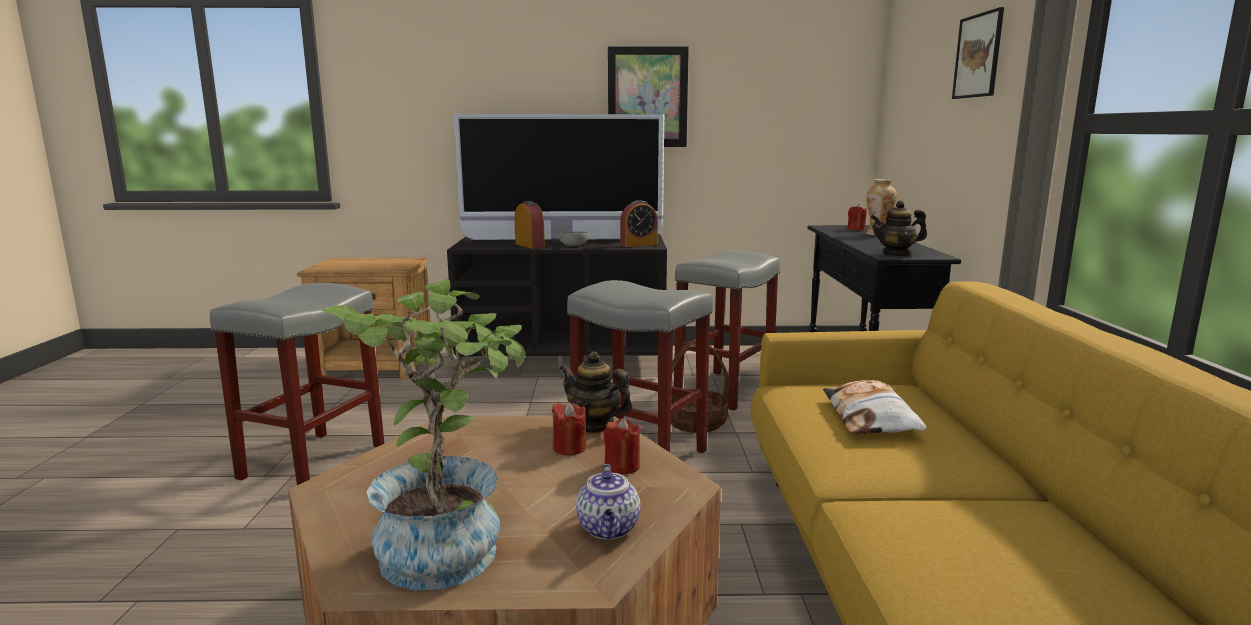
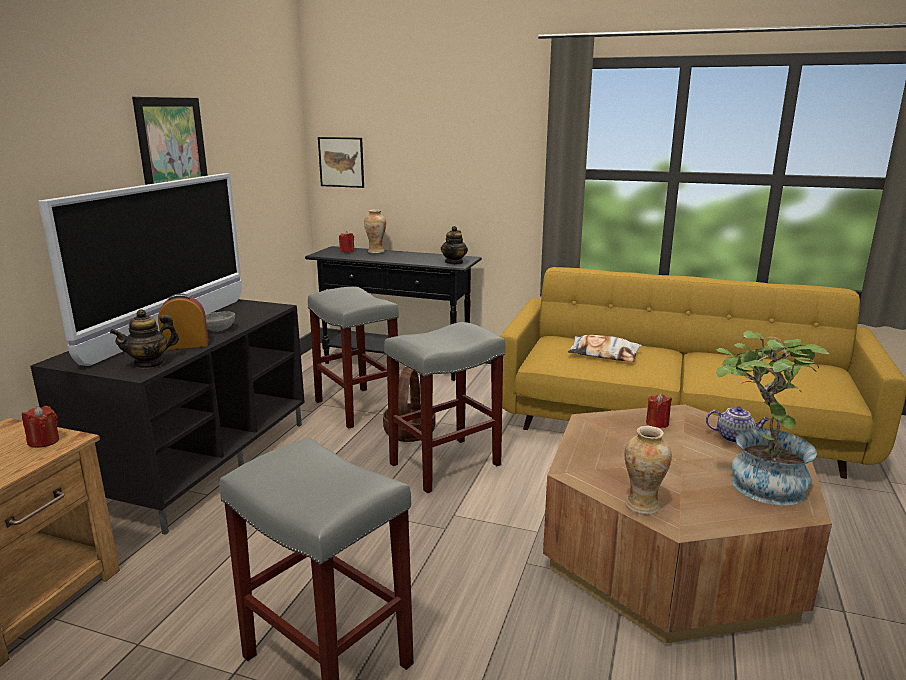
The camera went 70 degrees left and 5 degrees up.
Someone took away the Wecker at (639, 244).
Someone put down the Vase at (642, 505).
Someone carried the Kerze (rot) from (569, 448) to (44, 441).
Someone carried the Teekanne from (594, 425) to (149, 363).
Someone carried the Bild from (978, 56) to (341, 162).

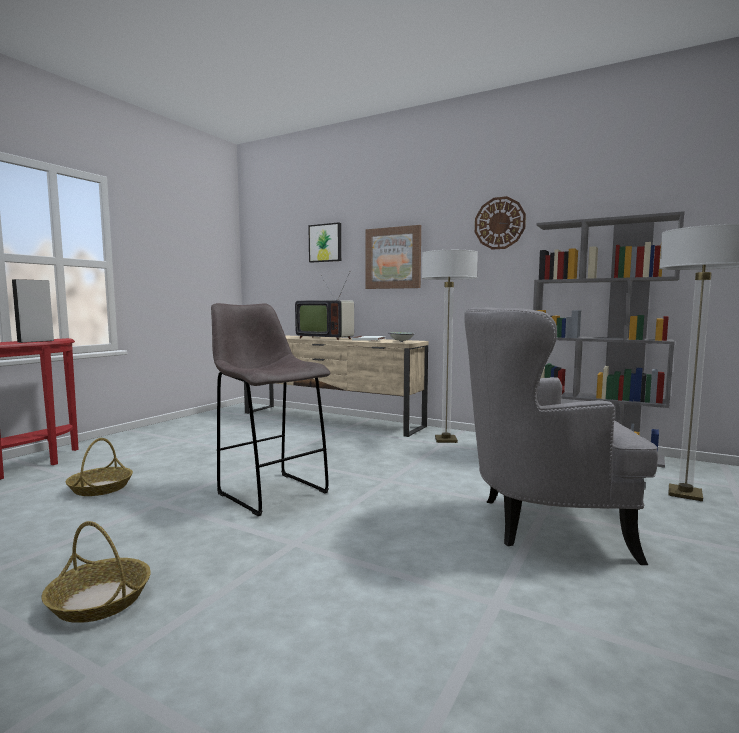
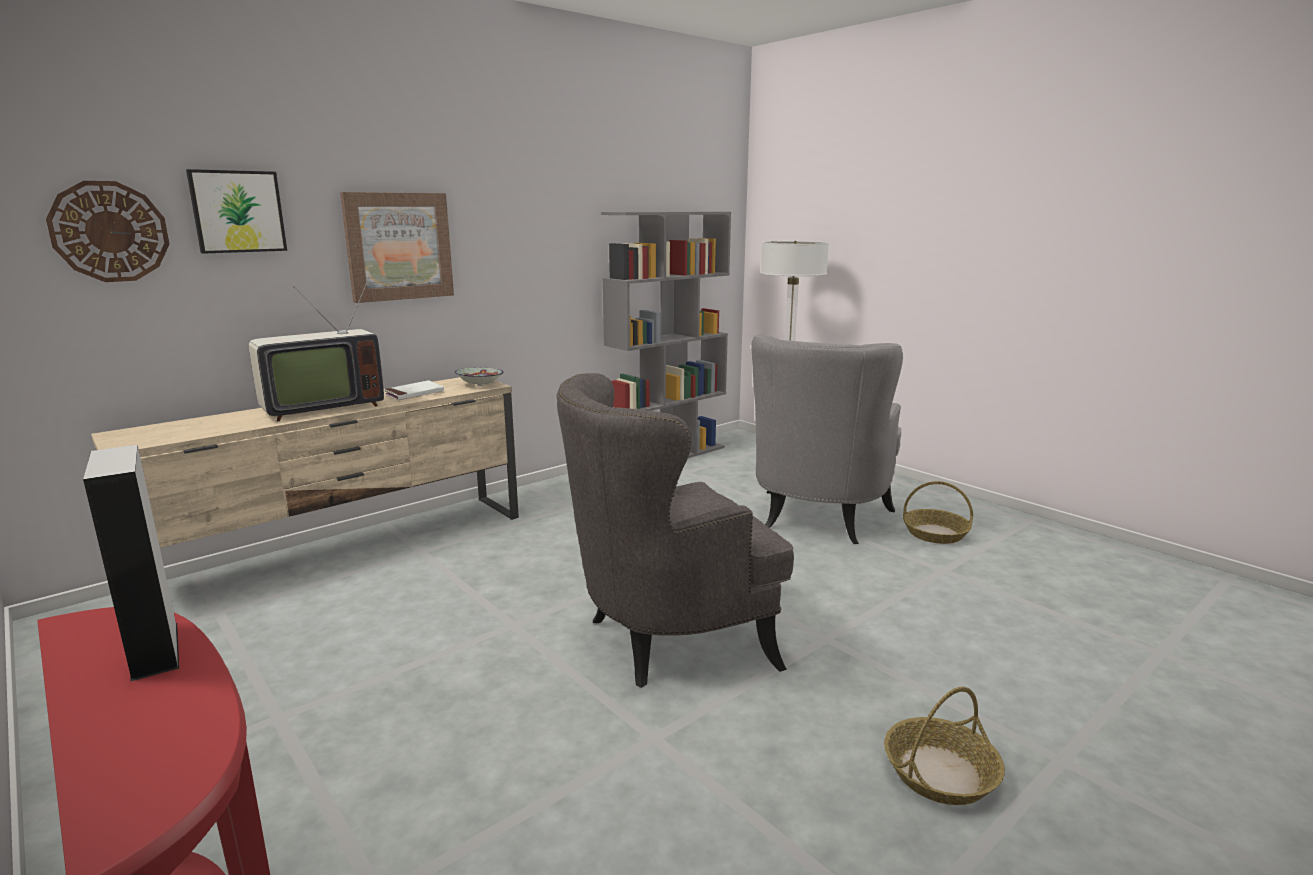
The camera went 70 degrees left and 10 degrees up.
Someone took away the Stehlampe at (446, 440).
Someone carried the Korb from (100, 488) to (934, 533).
Someone carried the Wanduhr from (499, 223) to (110, 232).
Someone swapped the Hocker (grau) at (271, 492) for the Sessel (grau) at (665, 639).

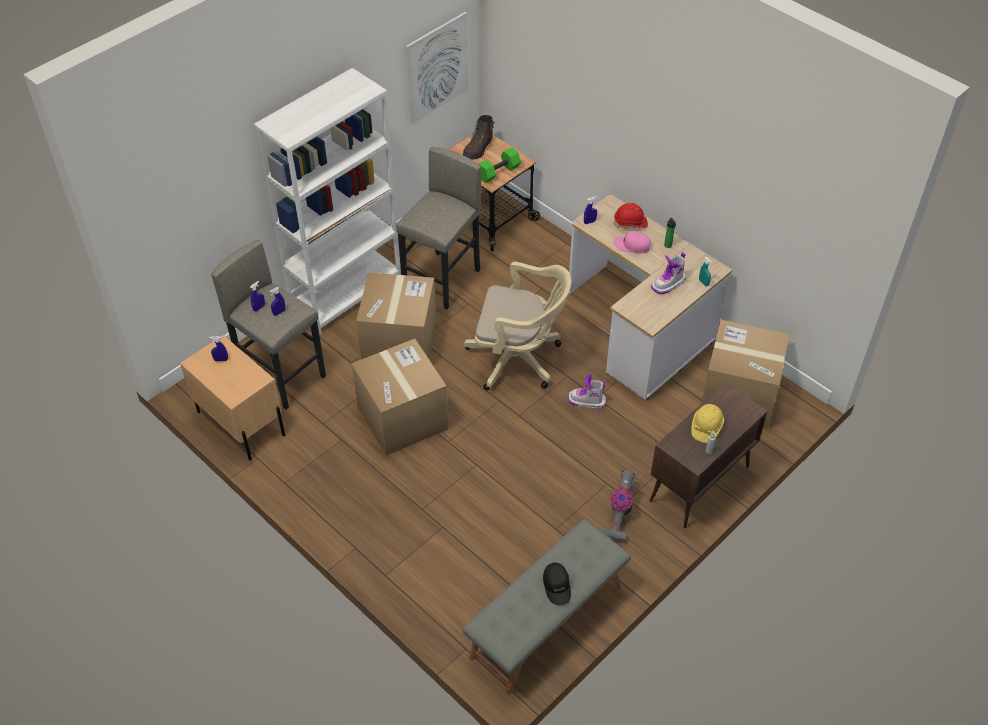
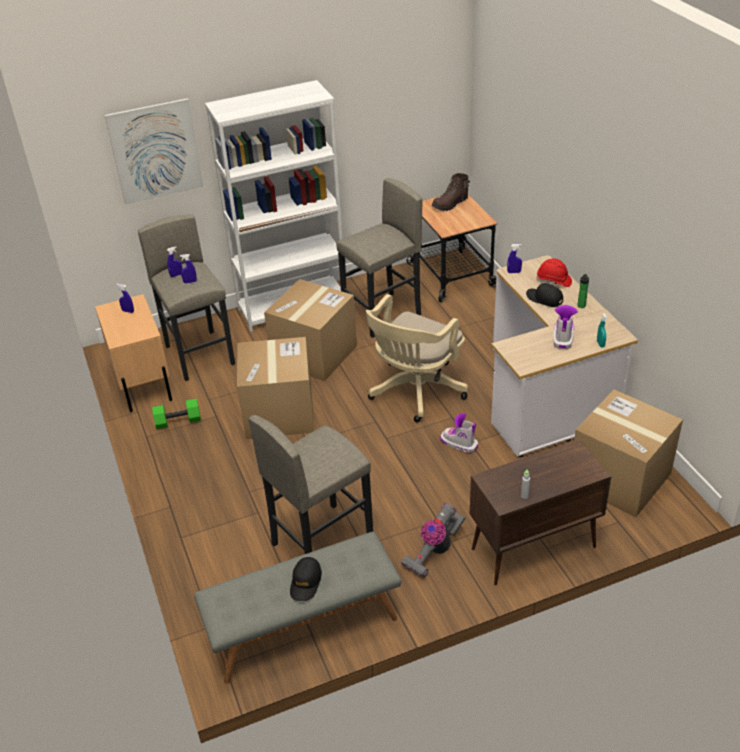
The camera went 25 degrees right and 10 degrees down.
Someone took away the Schutzhelm (gelb) at (706, 427).
Someone put down the Hocker (grau) at (321, 541).
Someone carried the Bild from (437, 68) to (155, 151).
Someone carried the Hantel (grün) from (498, 171) to (178, 420).
Someone repainted the Kappe (rosa) at (632, 245), which became the Kappe (schwarz) at (544, 299).
Someone rotated the Bürostuhl (beige) at (519, 359) by 90 degrees clockwise.
Someone rotated the Stiefel at (668, 284) by 120 degrees clockwise.

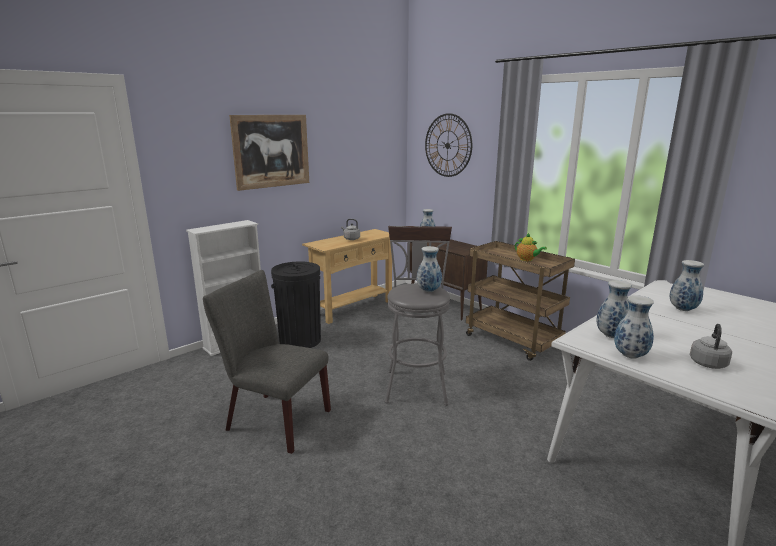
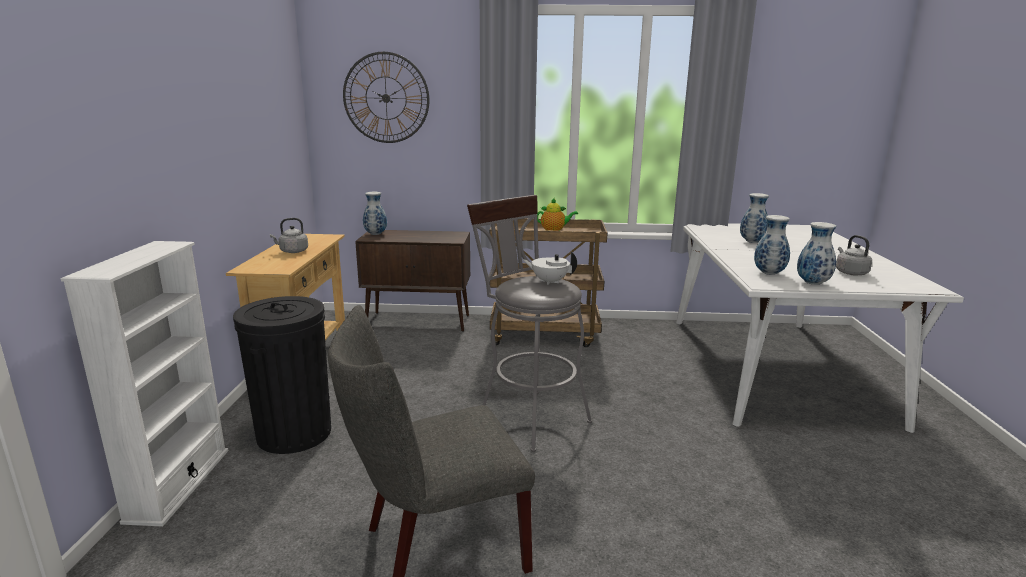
The camera went 45 degrees left and 0 degrees up.
Someone took away the Bild at (271, 151).
Someone swapped the Vase at (428, 290) for the Teekanne (weiß) at (549, 281).

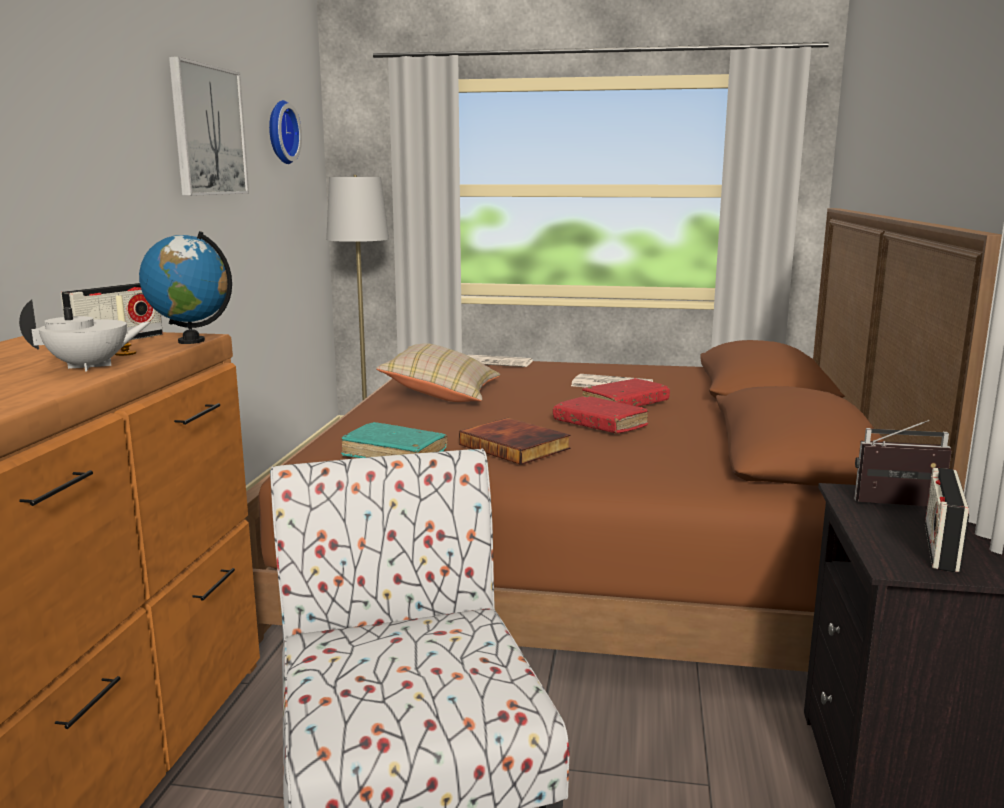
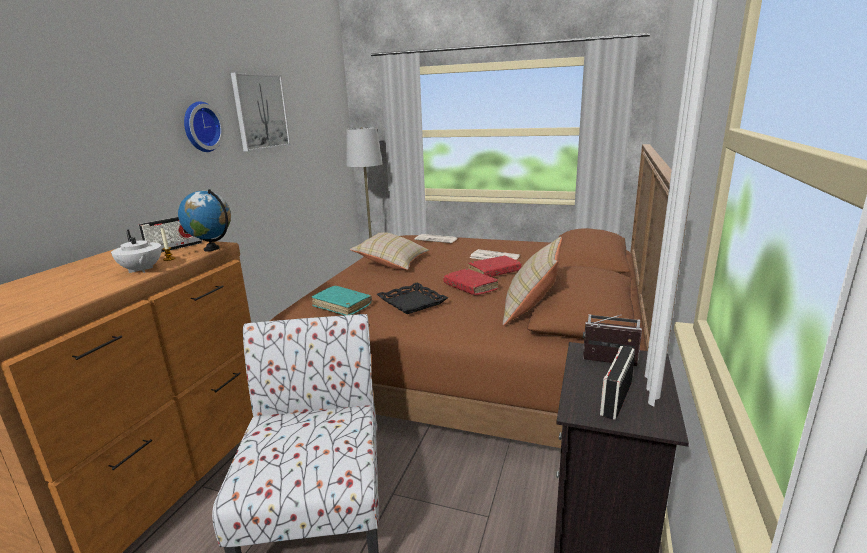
The camera went 10 degrees right and 5 degrees up.
Someone put down the Kissen (beige) at (531, 310).
Someone carried the Wanduhr from (280, 132) to (200, 127).
Someone swapped the Buch at (516, 446) for the Tablett (schwarz) at (412, 302).
Someone rotated the Teekanne (weiß) at (90, 367) by 60 degrees clockwise.

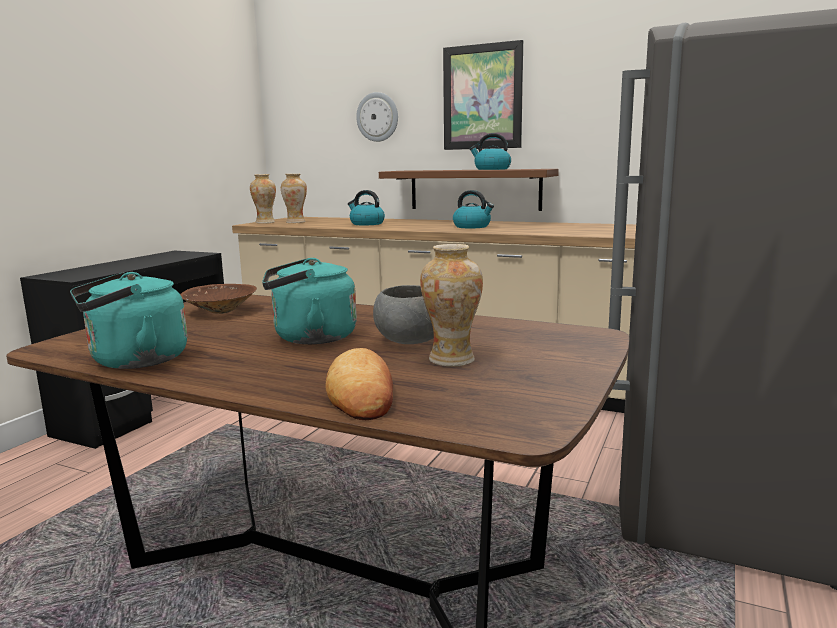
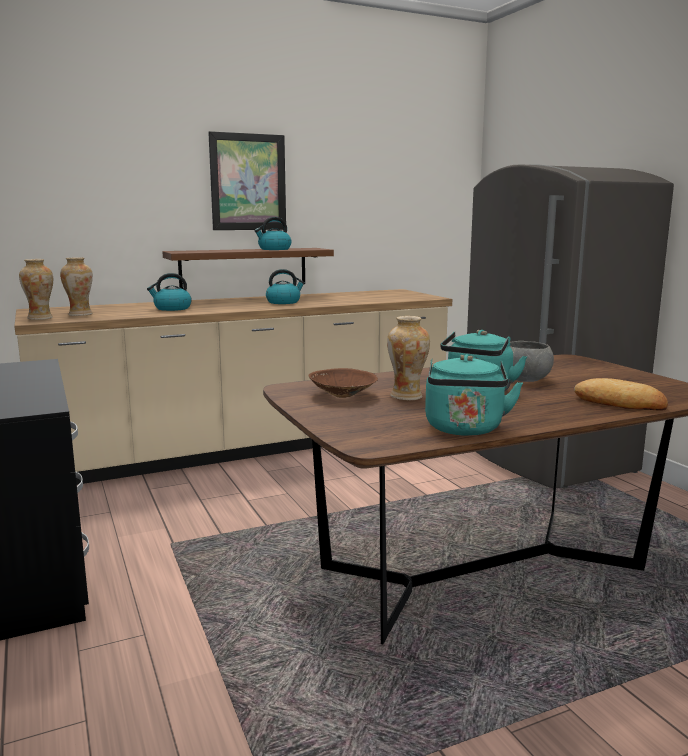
The camera went 50 degrees left and 0 degrees up.
Someone took away the Wanduhr at (377, 117).
Someone carried the Vase from (452, 360) to (406, 396).

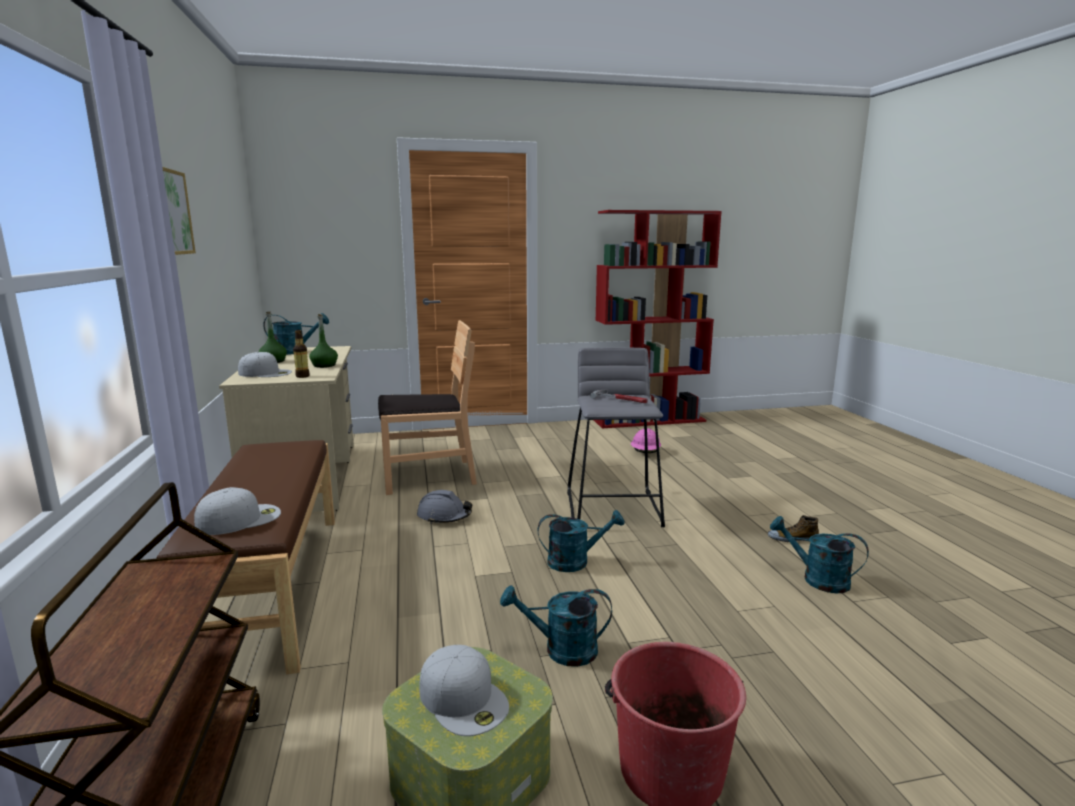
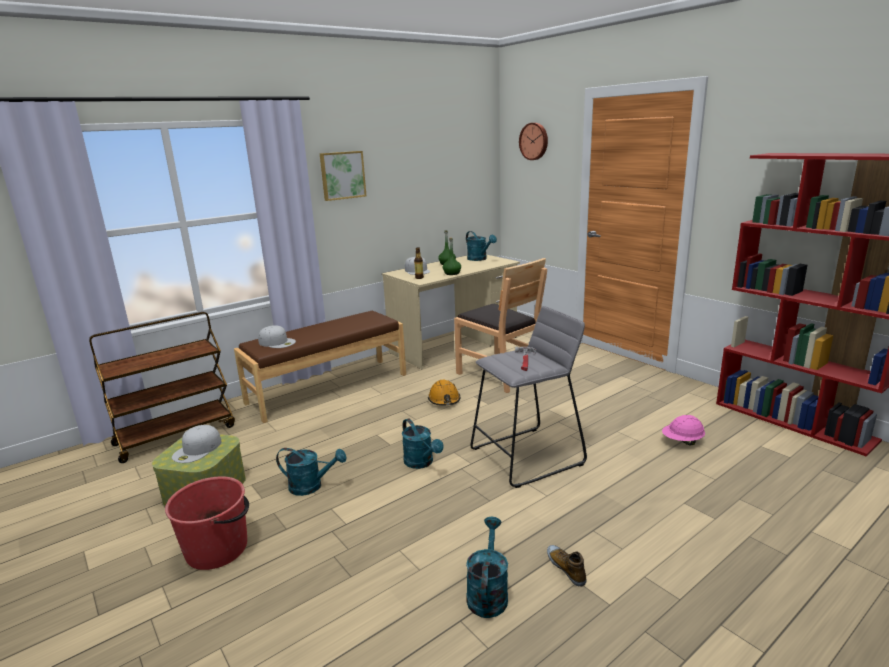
The camera went 65 degrees right and 5 degrees up.
Someone put up the Wanduhr at (534, 141).
Someone repainted the Schutzhelm (grau) at (444, 516), which became the Schutzhelm (orange) at (444, 400).
Someone rotated the Gießkanne (türkis) at (561, 650) by 120 degrees clockwise.

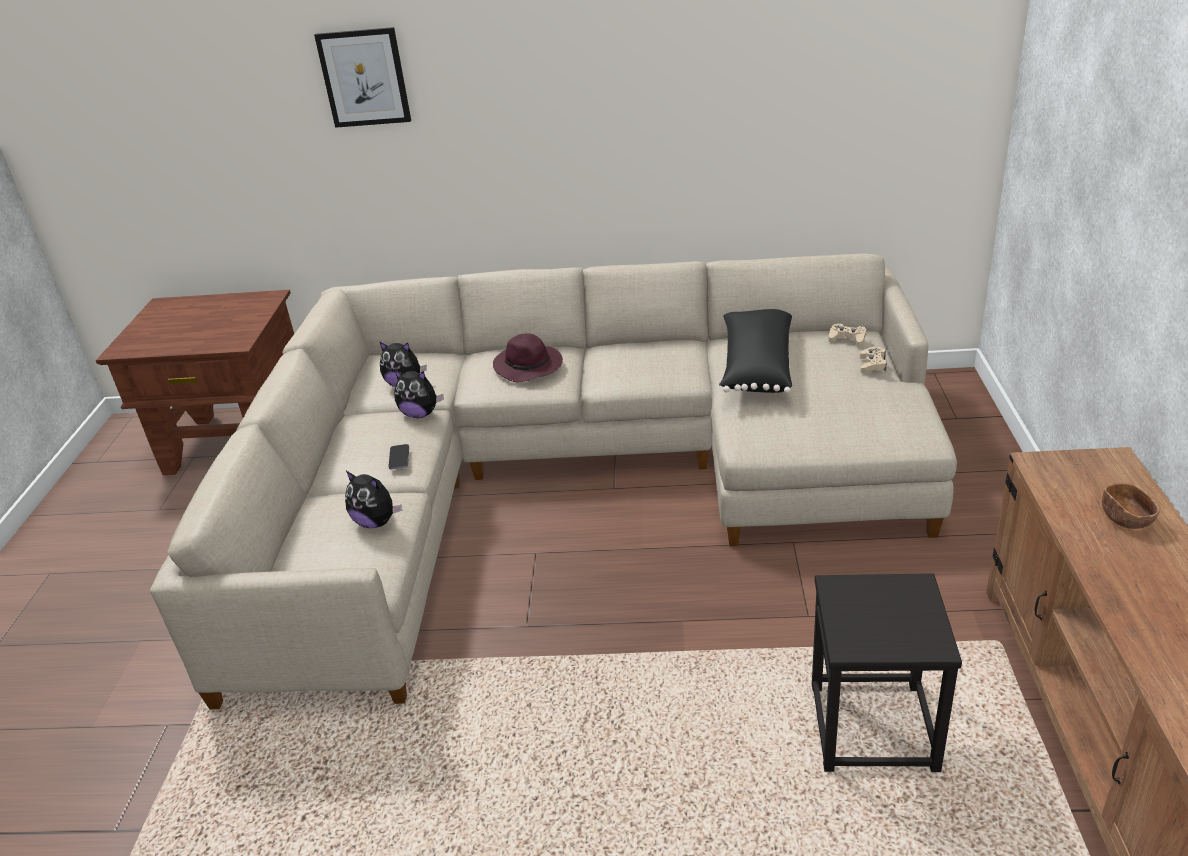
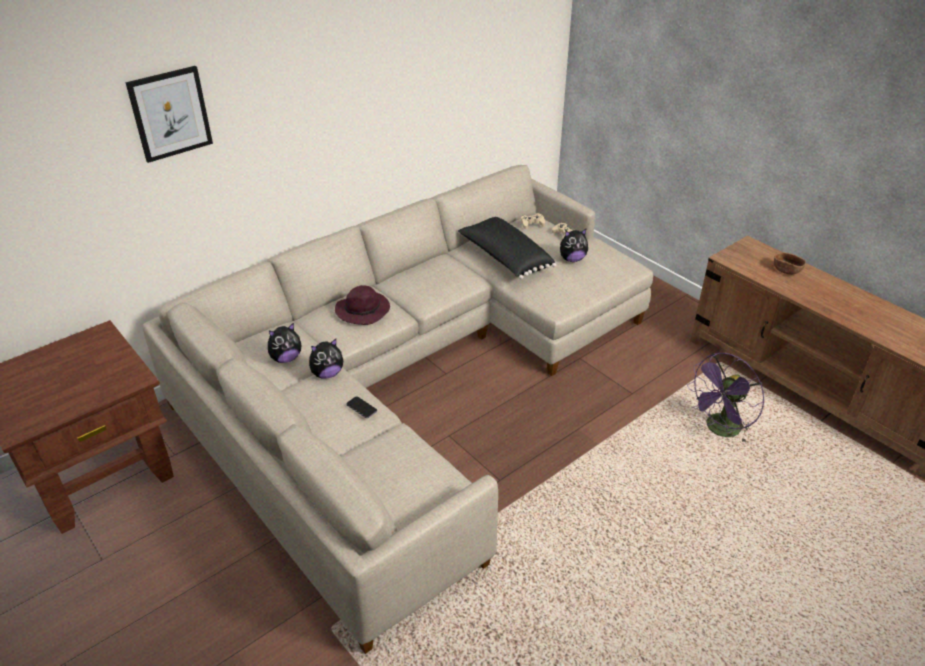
The camera went 45 degrees left and 5 degrees up.
Someone carried the Plüschtier from (376, 522) to (572, 259).
Someone swapped the Hocker (schwarz) at (874, 727) for the Ventilator (lila) at (719, 430).

